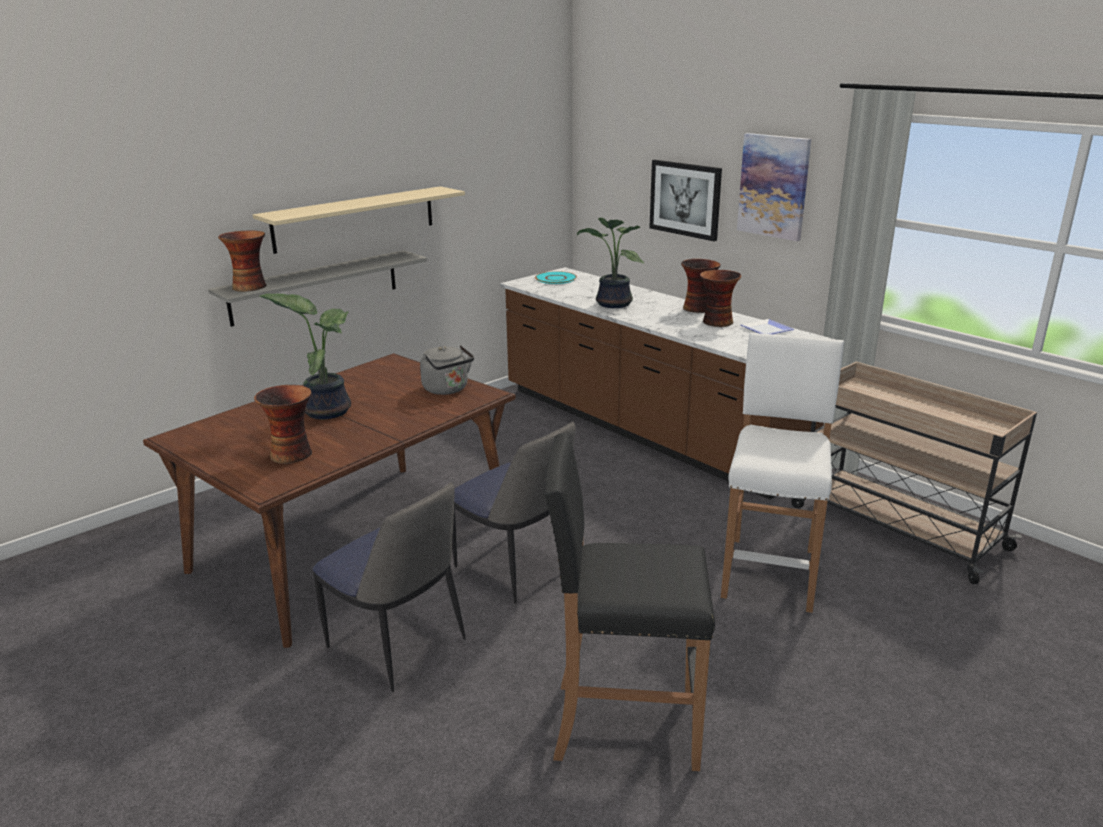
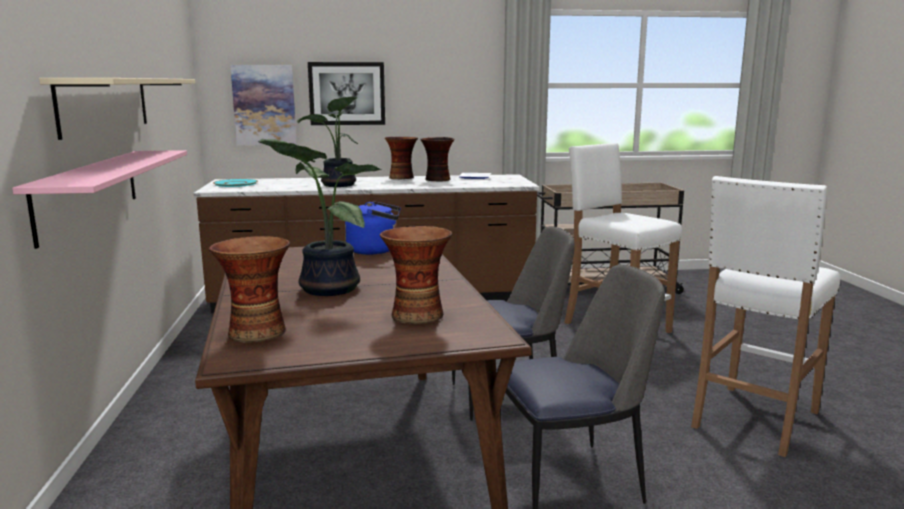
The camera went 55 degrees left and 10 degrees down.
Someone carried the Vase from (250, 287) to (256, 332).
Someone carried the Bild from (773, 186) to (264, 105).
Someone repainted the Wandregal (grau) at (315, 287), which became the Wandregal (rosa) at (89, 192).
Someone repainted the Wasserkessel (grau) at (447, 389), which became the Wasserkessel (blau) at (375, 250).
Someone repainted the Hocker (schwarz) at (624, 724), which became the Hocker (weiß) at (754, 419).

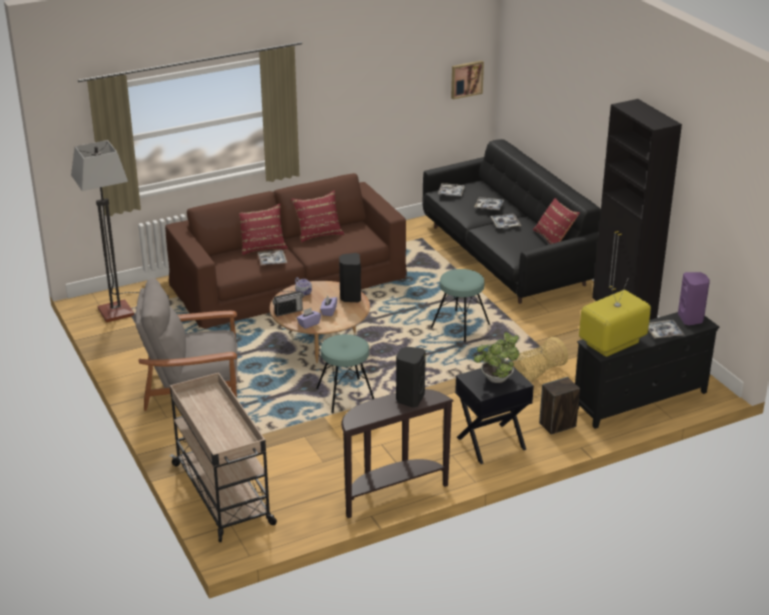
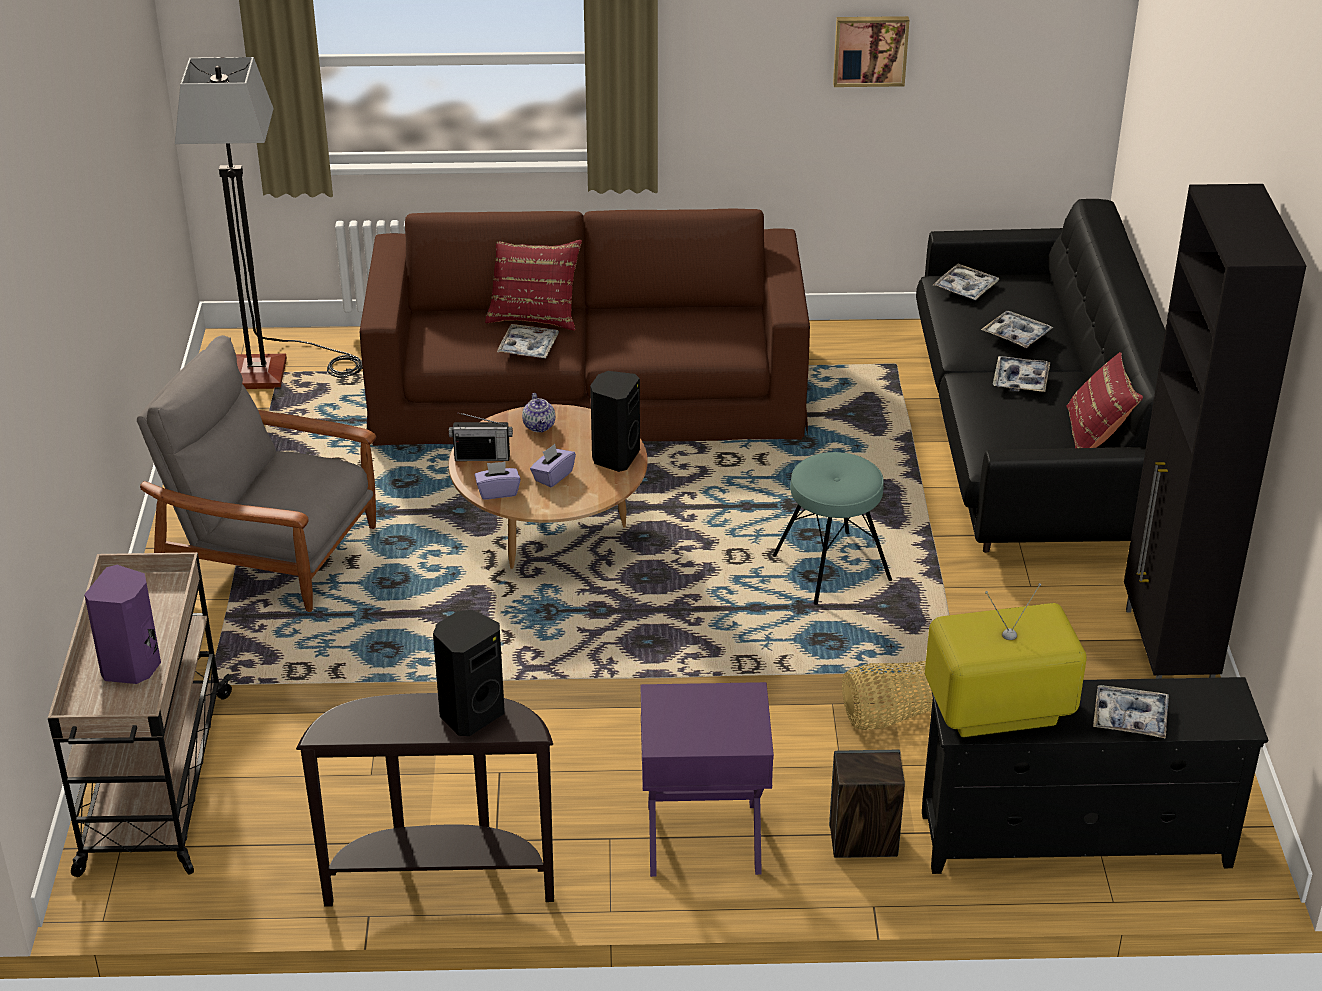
The camera went 25 degrees right and 5 degrees up.
Someone took away the Kissen (rot) at (318, 233).
Someone took away the Hocker (türkis) at (345, 395).
Someone took away the Topfpflanze at (495, 380).
Someone carried the Bild from (466, 79) to (870, 50).
Someone carried the Lautsprecher (lila) from (691, 319) to (133, 667).
Someone repainted the Nachttisch (schwarz) at (491, 443), which became the Nachttisch (lila) at (703, 839).

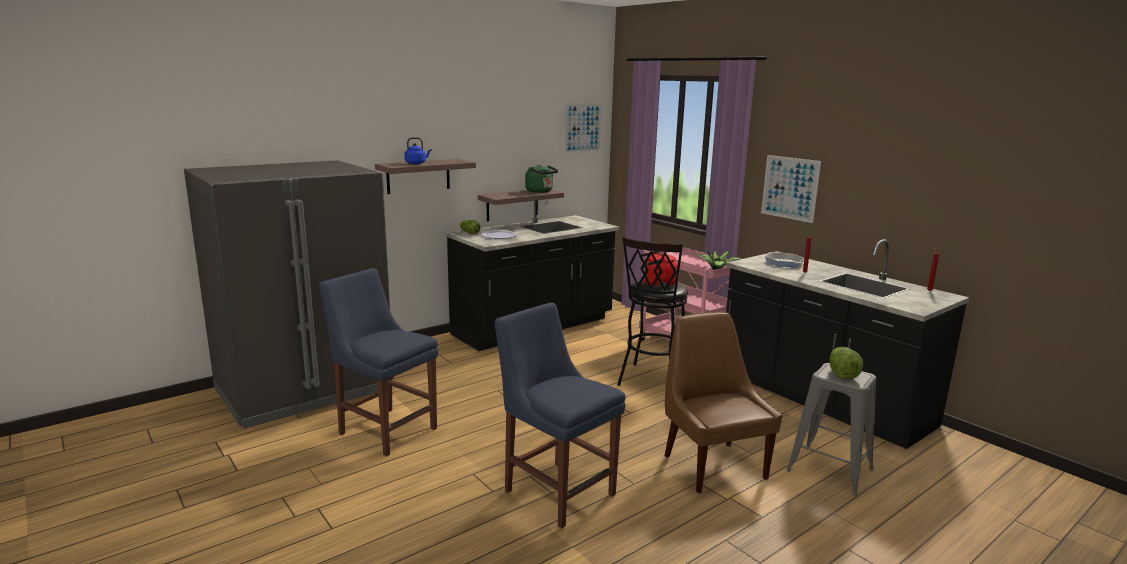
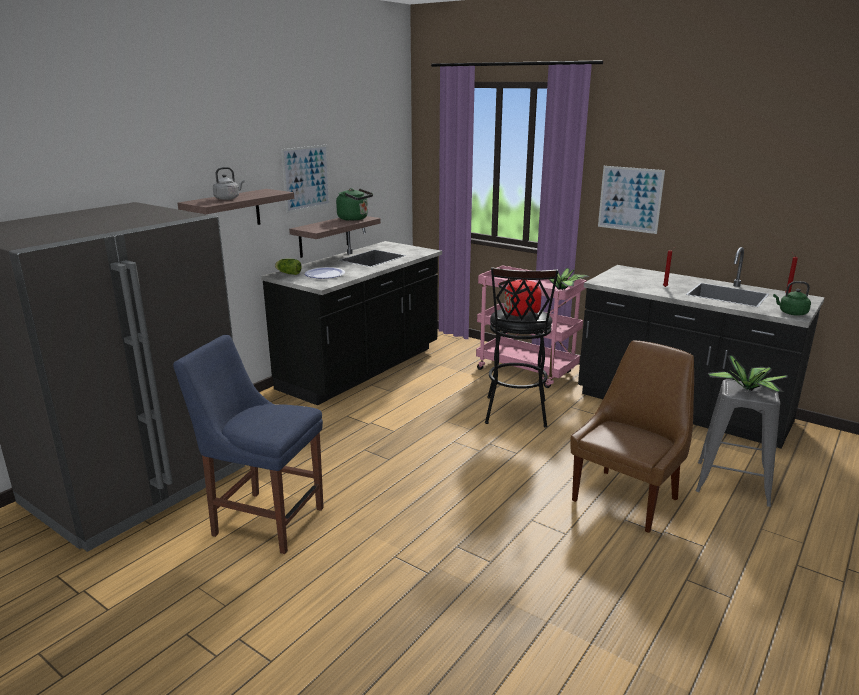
The camera went 15 degrees left and 5 degrees up.
Someone took away the Stuhl (blau) at (556, 490).
Someone took away the Pfanne at (784, 263).
Someone put down the Wasserkessel (grün) at (791, 313).
Someone carried the Bild from (583, 128) to (306, 178).
Someone swapped the Salatkopf at (841, 374) for the Topfpflanze at (748, 390).
Someone repainted the Wasserkessel (blau) at (416, 163), which became the Wasserkessel (grau) at (228, 198).
Someone rotated the Stuhl (braun) at (712, 465) by 75 degrees clockwise.

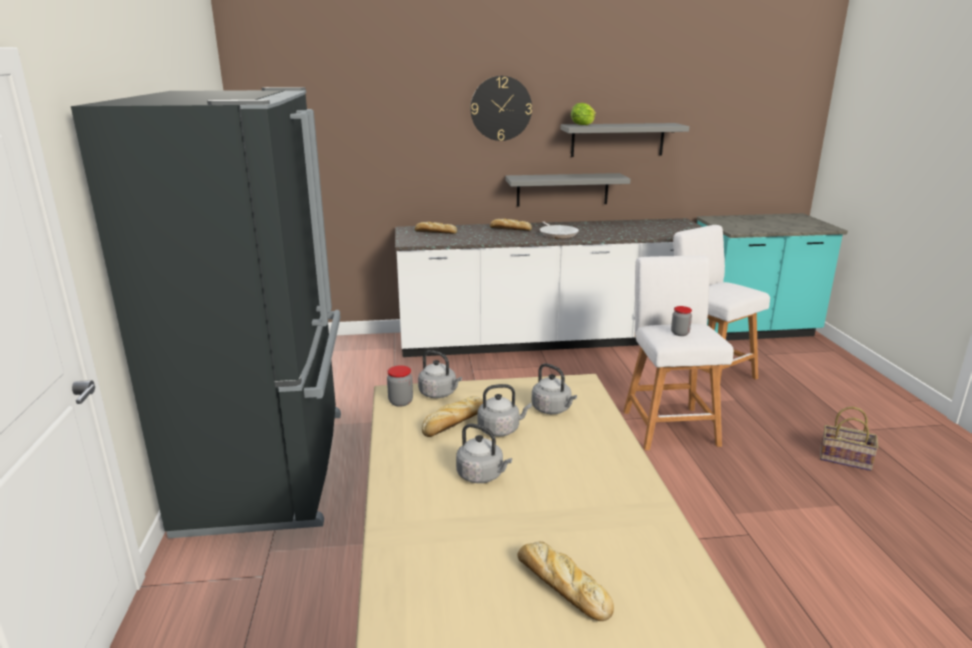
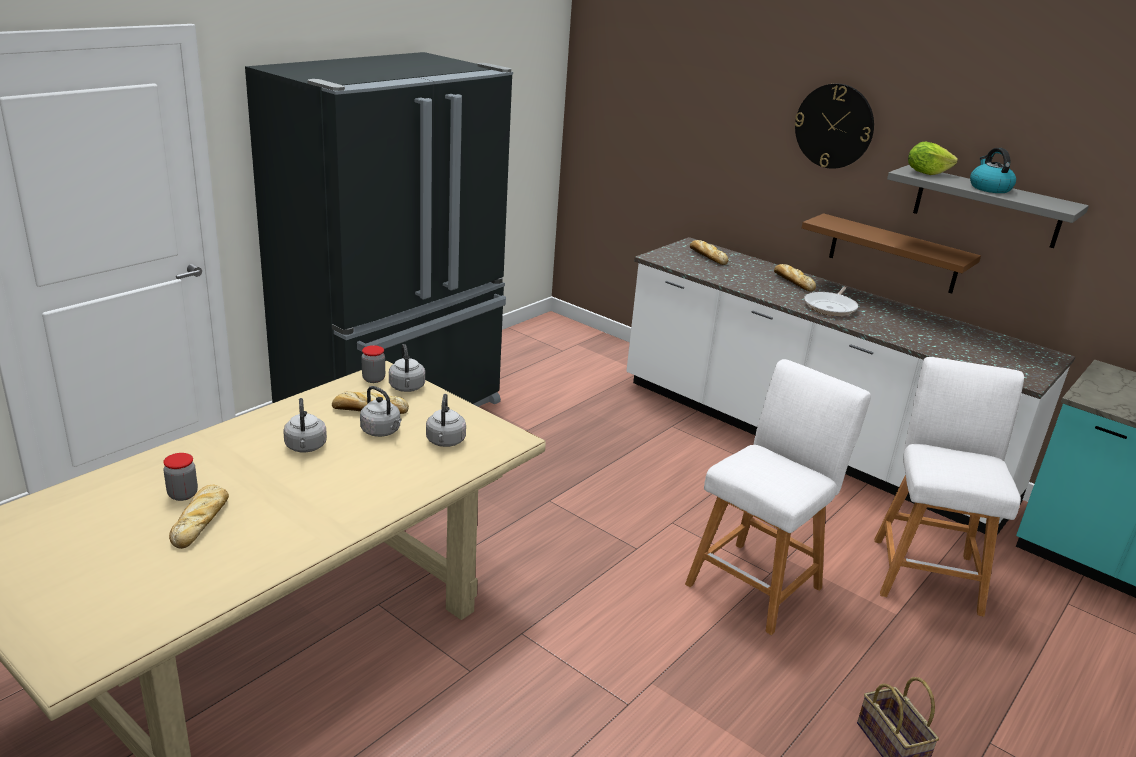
The camera went 45 degrees right and 5 degrees up.
Someone put down the Wasserkessel at (989, 188).
Someone carried the Vorratsglas from (680, 333) to (183, 494).
Someone repainted the Wandregal (grau) at (562, 189), which became the Wandregal (braun) at (893, 254).

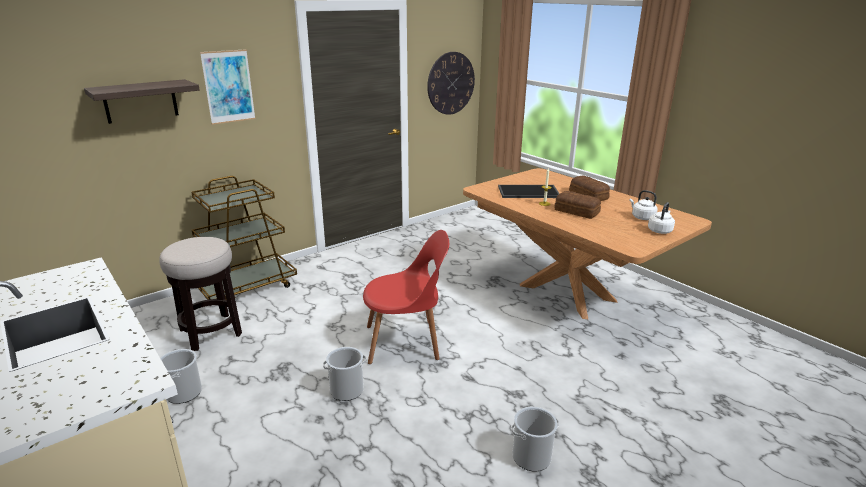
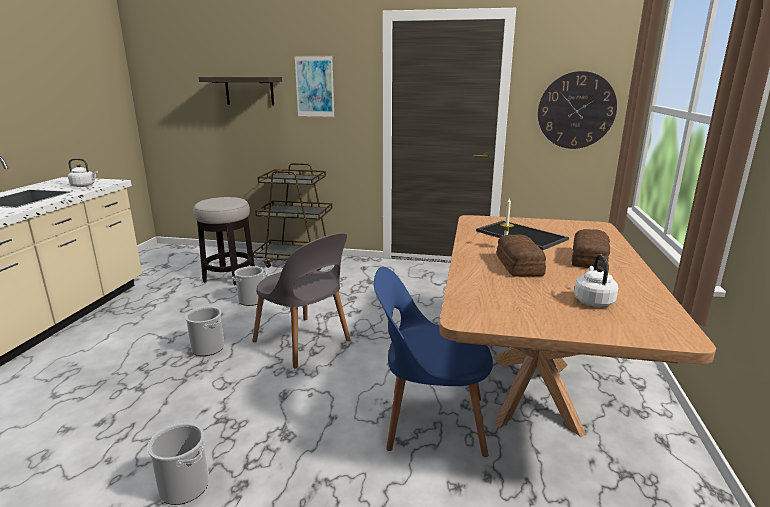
The camera went 50 degrees right and 5 degrees down.
Someone put down the Stuhl (blau) at (430, 421).
Someone carried the Eimer from (184, 393) to (252, 300).
Someone carried the Wasserkessel (weiß) from (660, 230) to (84, 186).
Someone repainted the Stuhl (rot) at (406, 342), which became the Stuhl (grau) at (304, 343).

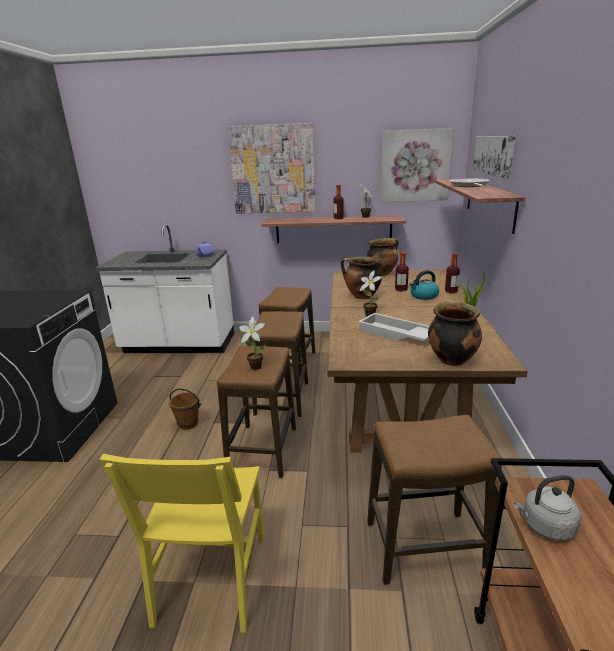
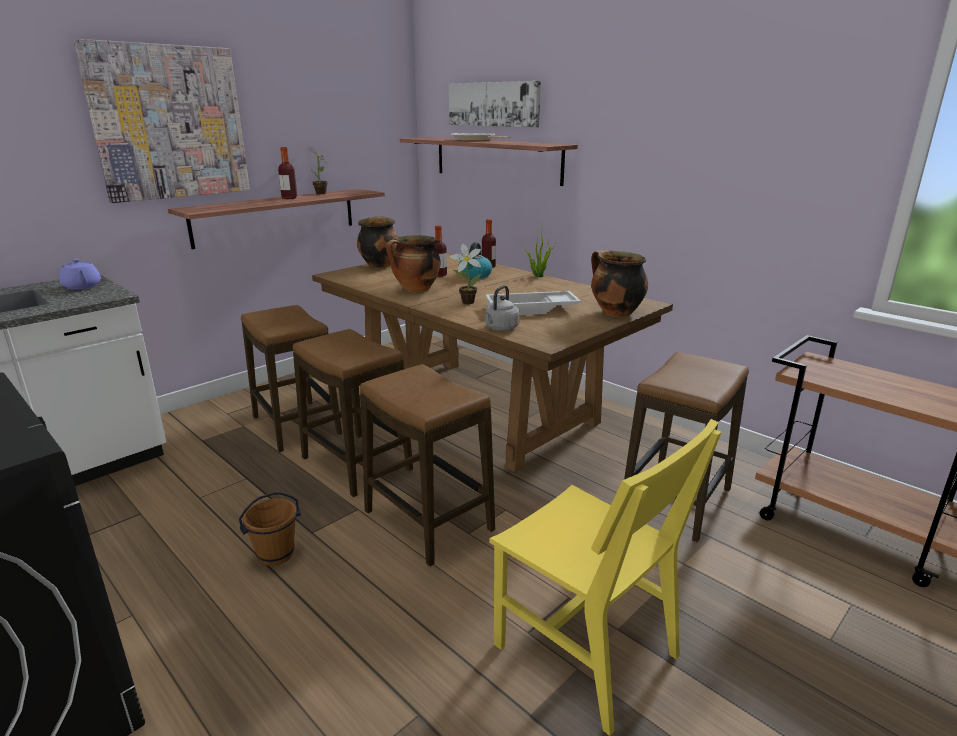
The camera went 50 degrees left and 0 degrees up.
Someone took away the Topfpflanze at (254, 366).
Someone took away the Bild at (414, 166).
Someone carried the Wasserkessel (grau) from (545, 526) to (501, 328).

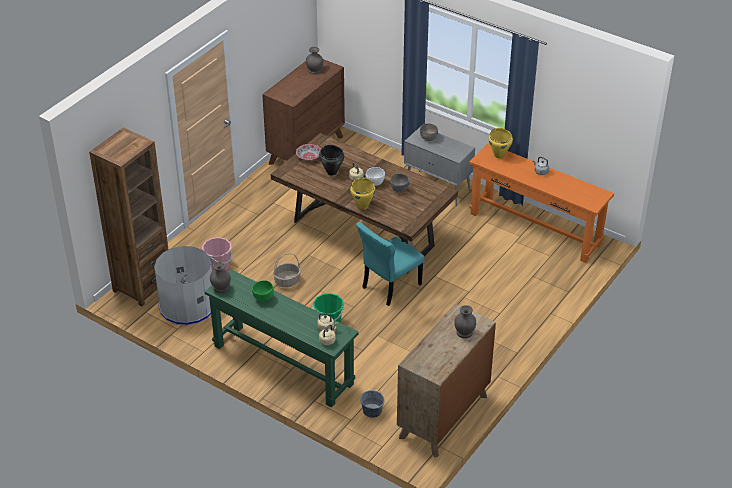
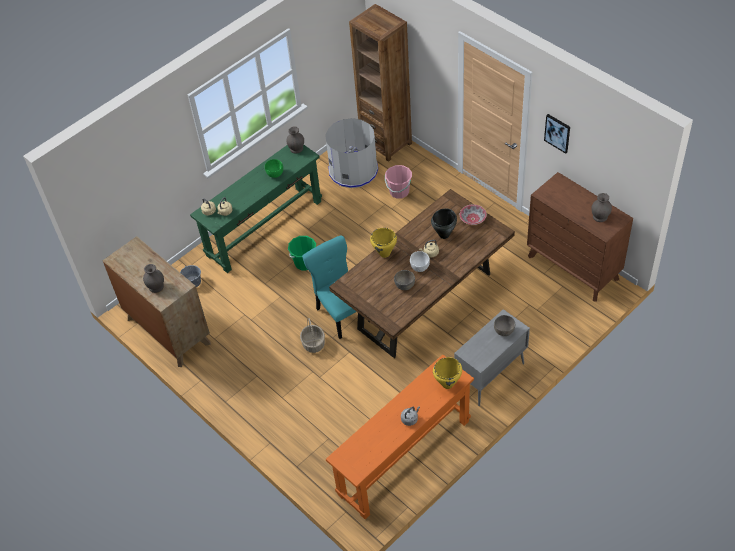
The camera went 105 degrees right and 10 degrees up.
Someone put up the Bild at (557, 133).
Someone carried the Korb from (287, 281) to (313, 343).

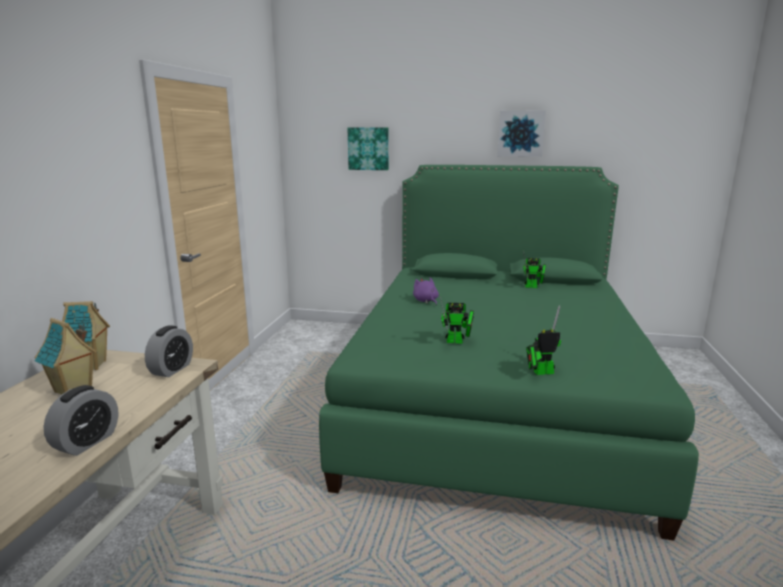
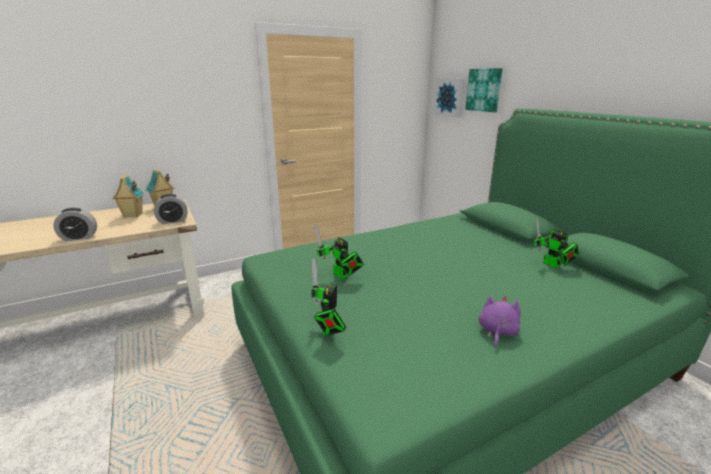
The camera went 50 degrees right and 5 degrees up.
Someone carried the Plüschtier (lila) from (426, 301) to (497, 332).
Someone carried the Bild from (520, 133) to (450, 97).
Someone rotated the Spielzeugroboter at (540, 372) by 120 degrees counterclockwise.

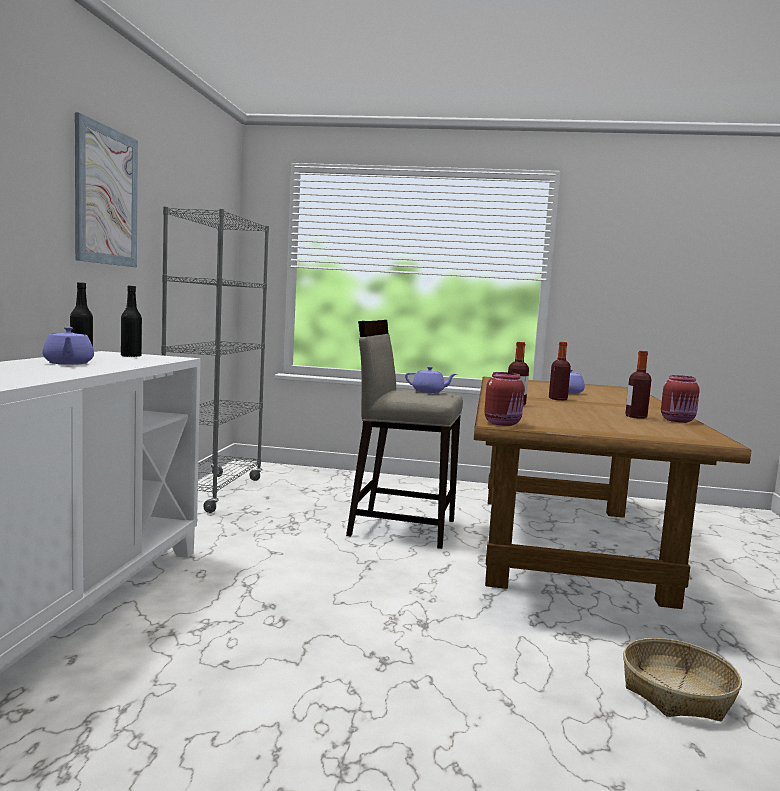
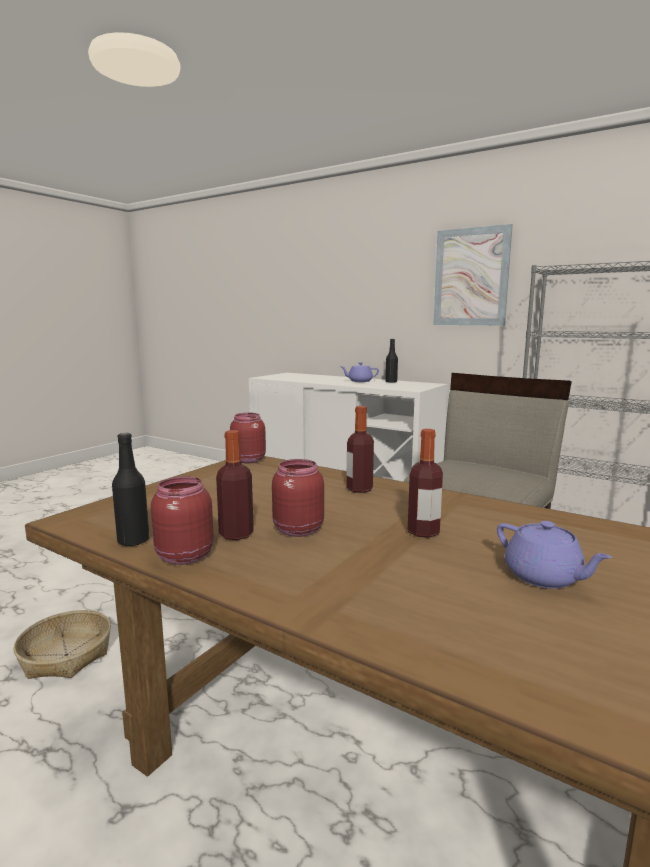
The camera went 115 degrees right and 5 degrees up.
Someone took away the Teekanne (lila) at (429, 391).
Someone put down the Vorratsglas (rot) at (296, 530).
Someone carried the Flasche (schwarz) from (131, 356) to (133, 541).

